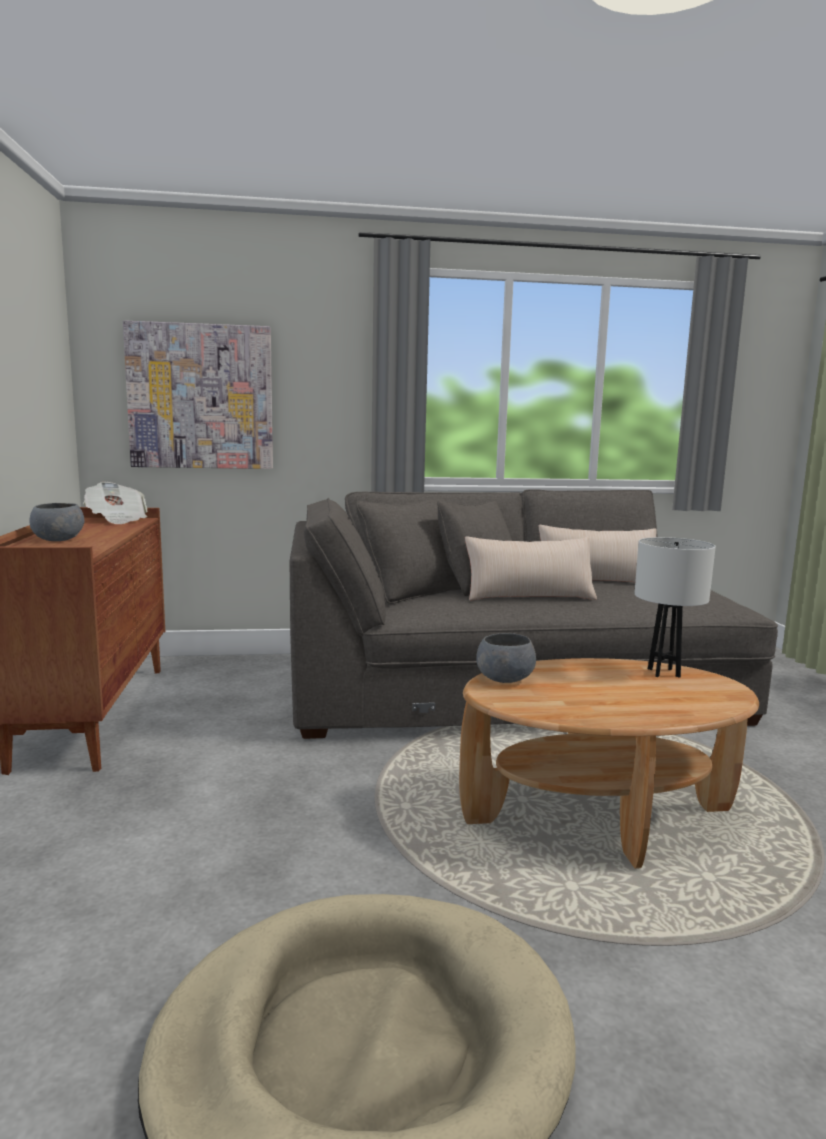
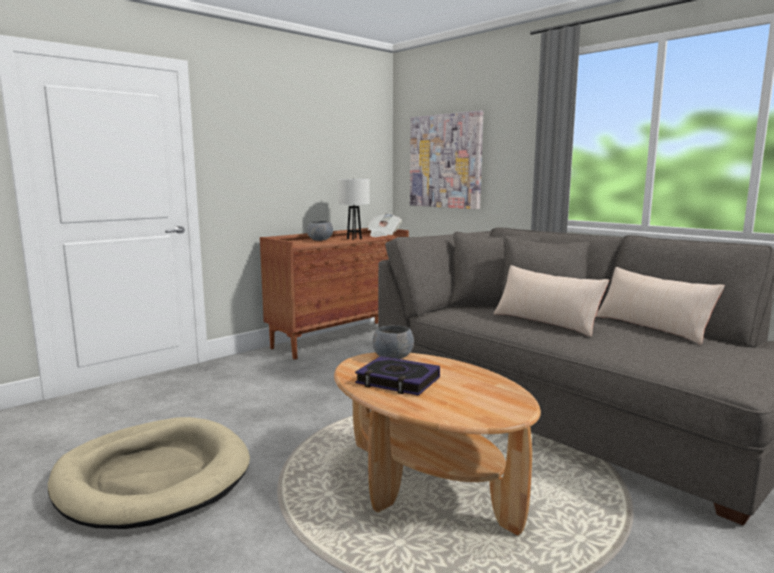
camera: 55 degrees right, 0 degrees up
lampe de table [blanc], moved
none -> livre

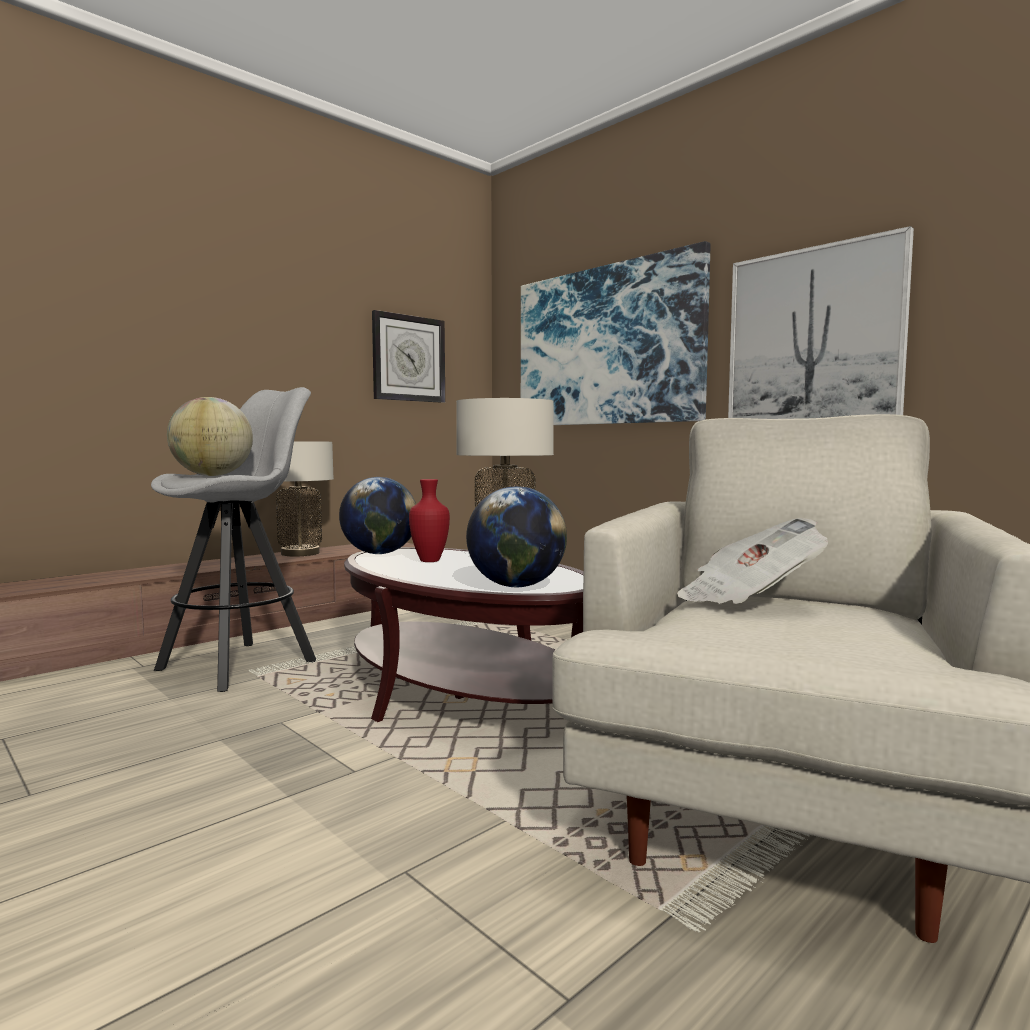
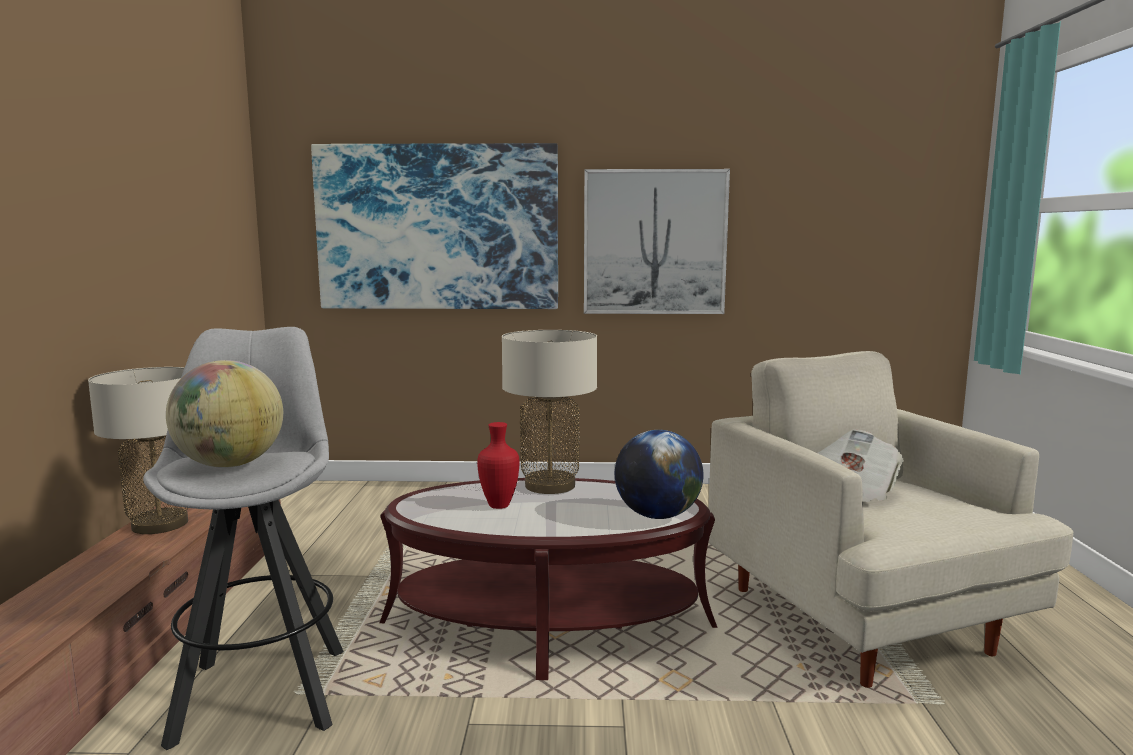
camera: 45 degrees left, 5 degrees up
globe (2nd from left) -> none
horloge murale -> none

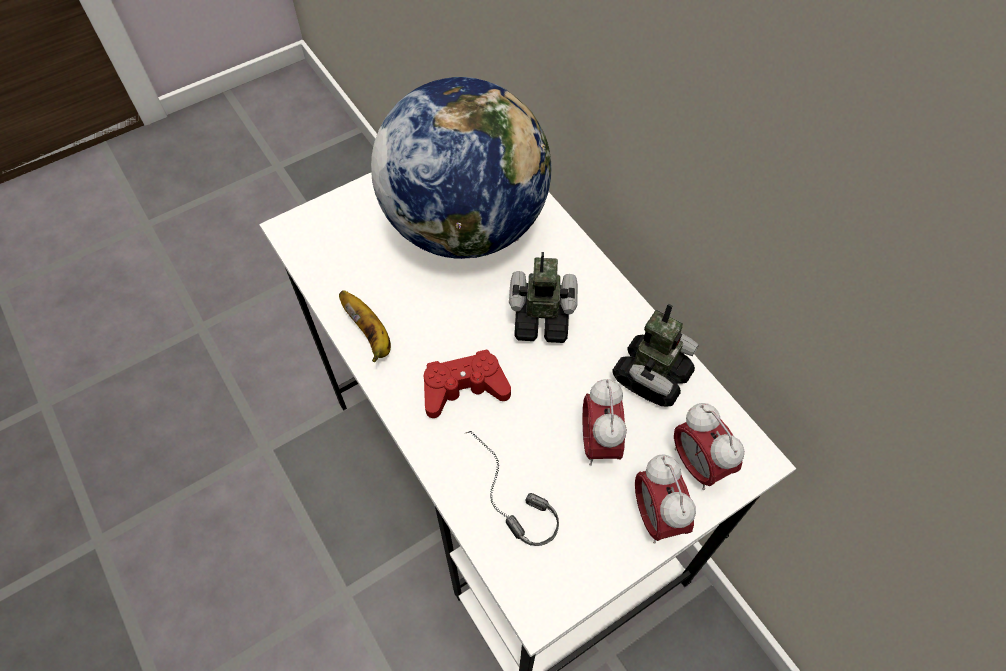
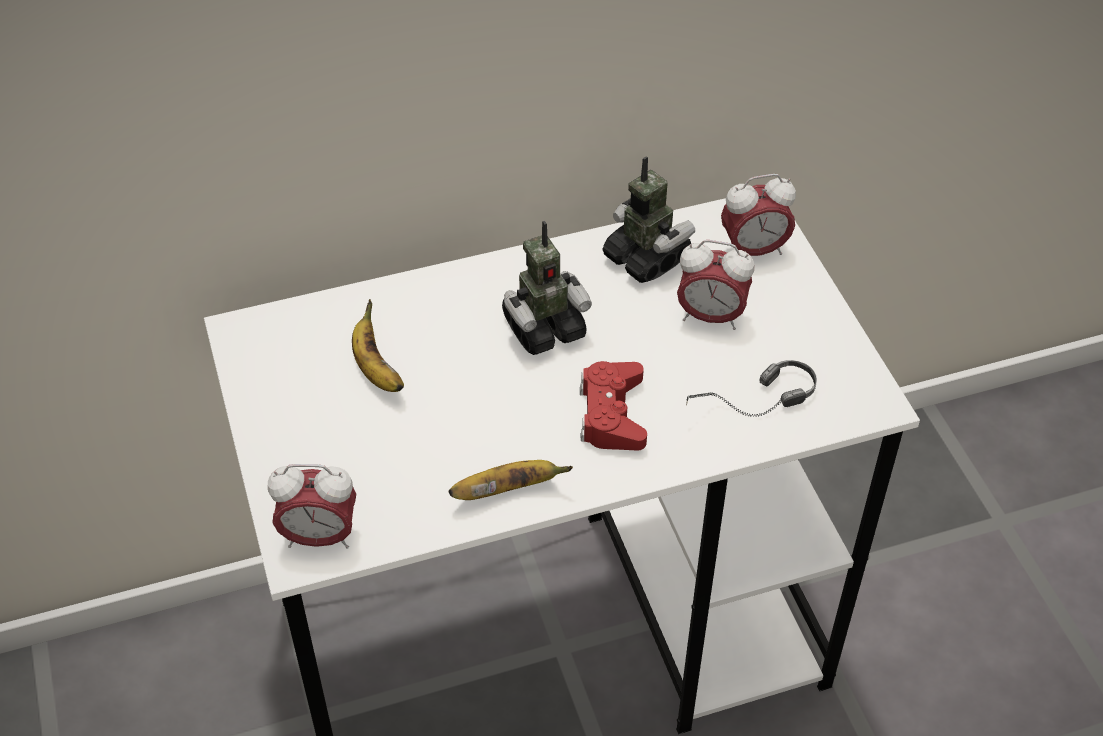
camera: 75 degrees left, 10 degrees down
réveil (2nd from left in the first image) -> réveil (1st from left), moved
globe -> banane (1st from left)
robot jouet (1st from left), 135 degrees counterclockwise

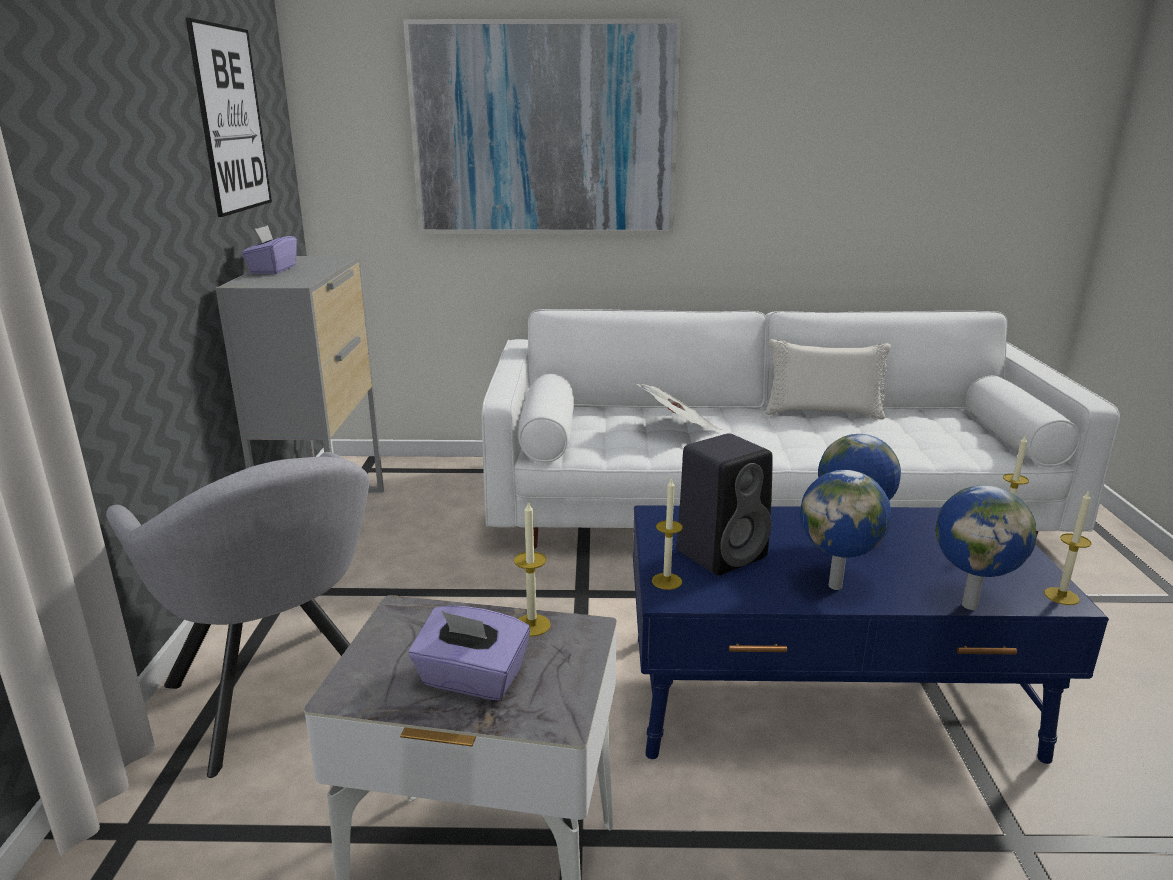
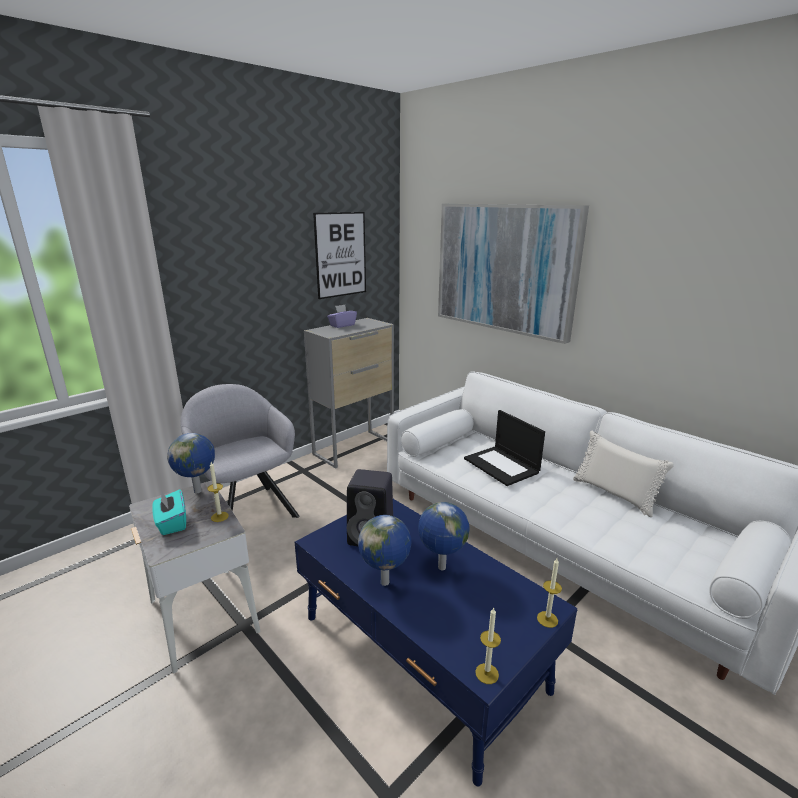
camera: 45 degrees right, 0 degrees up
boîte à mouchoirs [violet] (2nd from left) -> boîte à mouchoirs [turquoise]
globe (3rd from left in the first image) -> globe (1st from left), moved
fauteuil [gris], 135 degrees clockwise
journal -> ordinateur portable
bougie (2nd from left) -> none

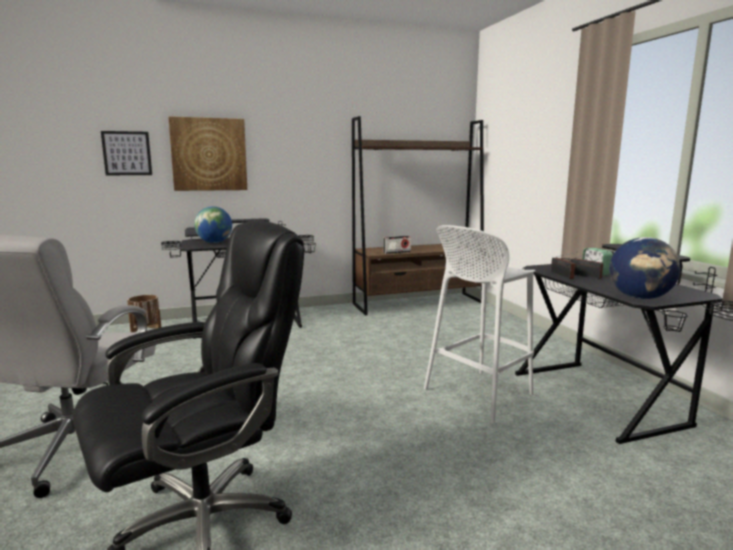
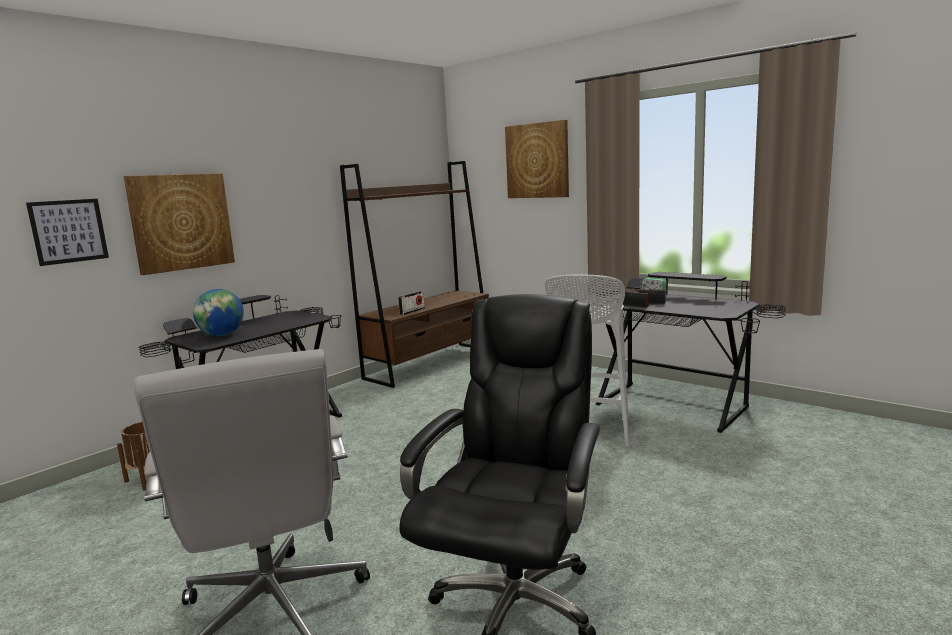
camera: 30 degrees left, 0 degrees up
none -> tableau (3rd from left)
globe (2nd from left) -> none

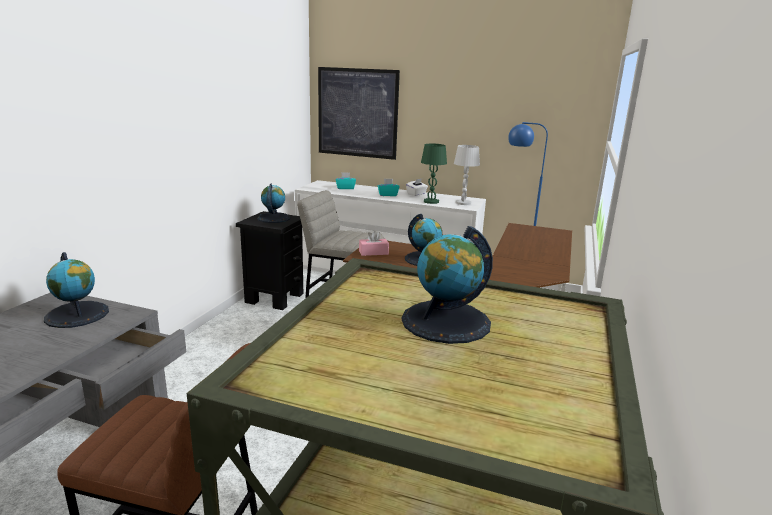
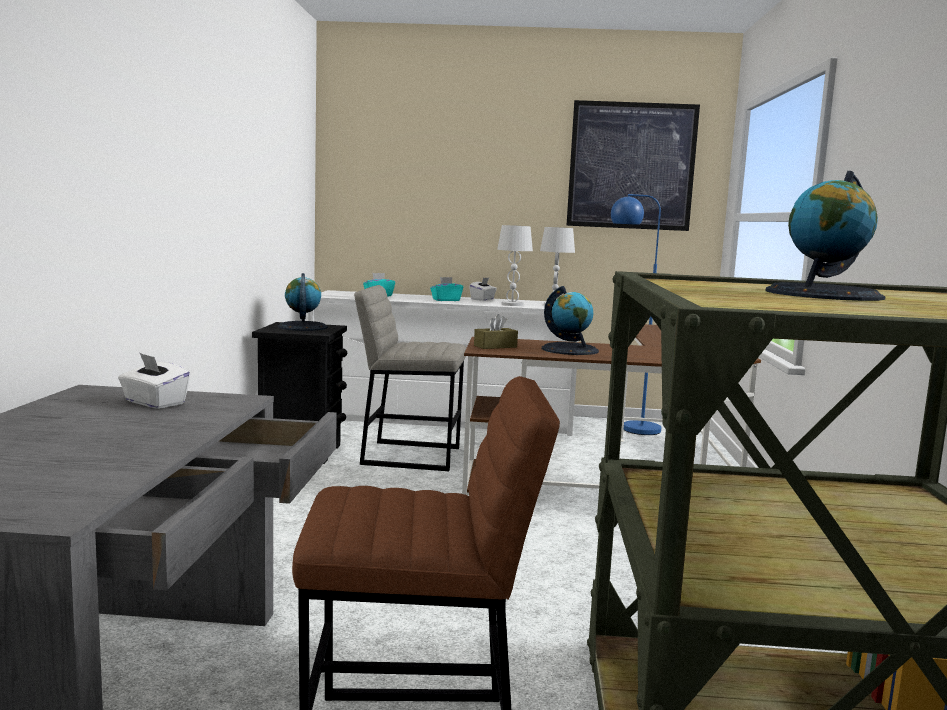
camera: 15 degrees left, 10 degrees down
globe (1st from left) -> boîte à mouchoirs [blanc] (1st from left)
boîte à mouchoirs [rose] -> boîte à mouchoirs [marron]
lampe de table [vert] -> lampe de table [blanc] (1st from left)
tableau, moved

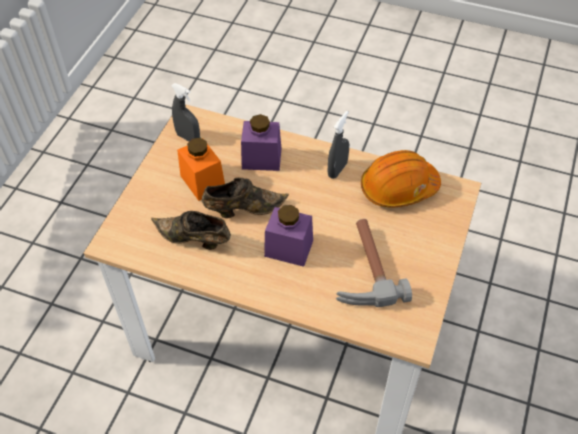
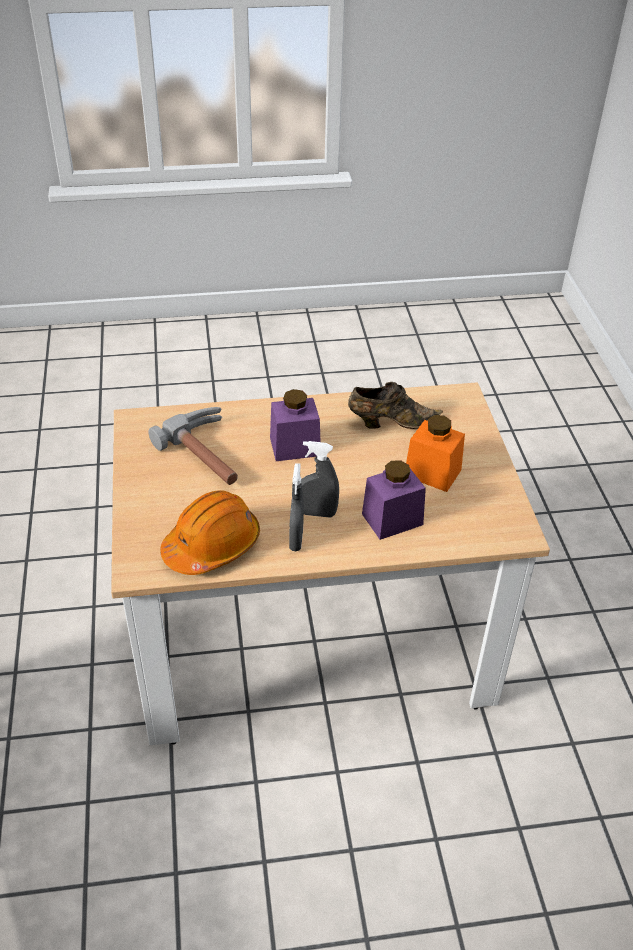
camera: 150 degrees right, 10 degrees down
vaporisateur [gris] (1st from left in the first image) -> vaporisateur [gris] (2nd from left), moved
chaussure [marron] (2nd from left) -> none

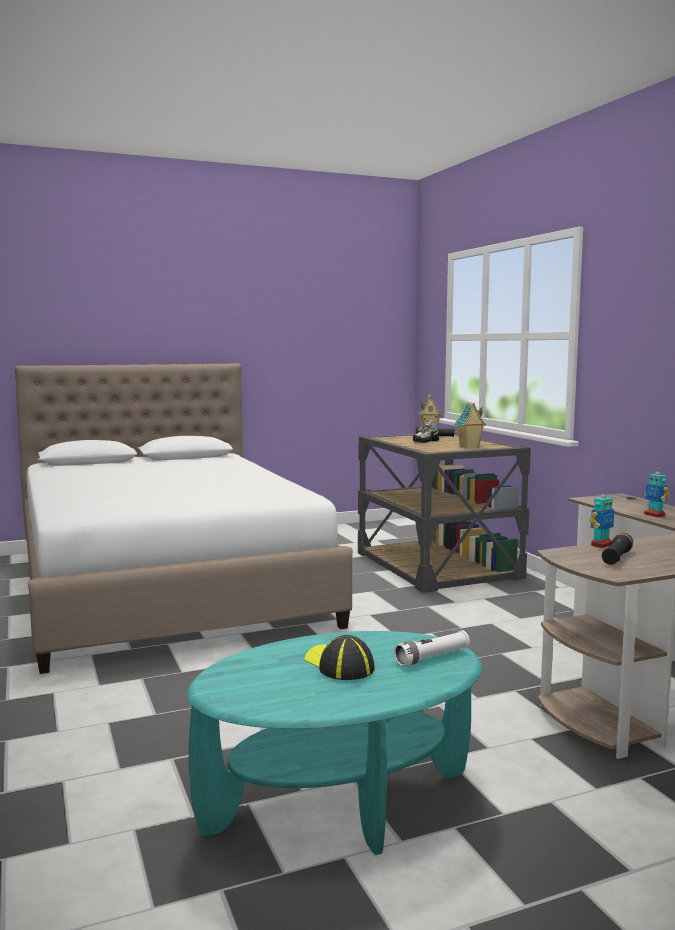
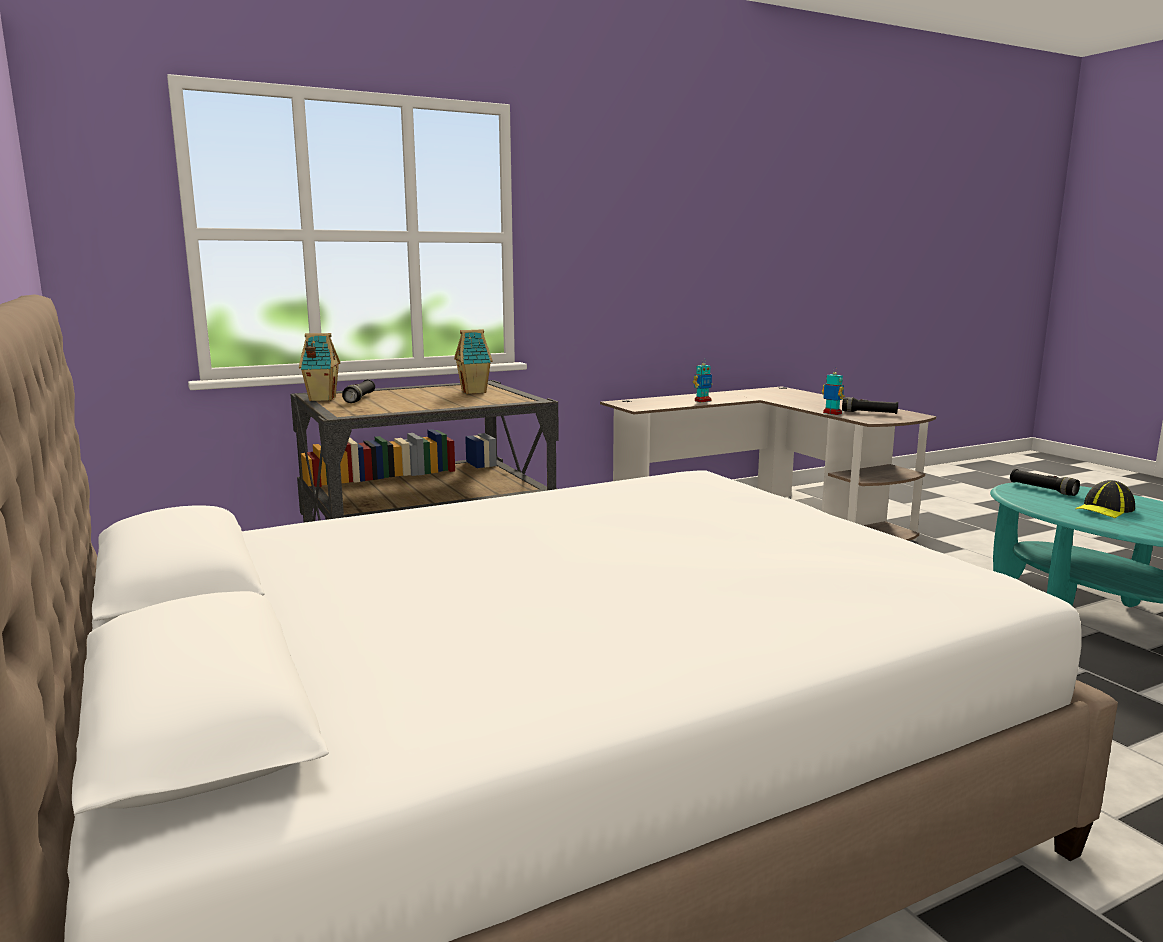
camera: 95 degrees left, 5 degrees up
lampe de poche [blanc] -> lampe de poche [noir] (3rd from left)
chaussure -> none

